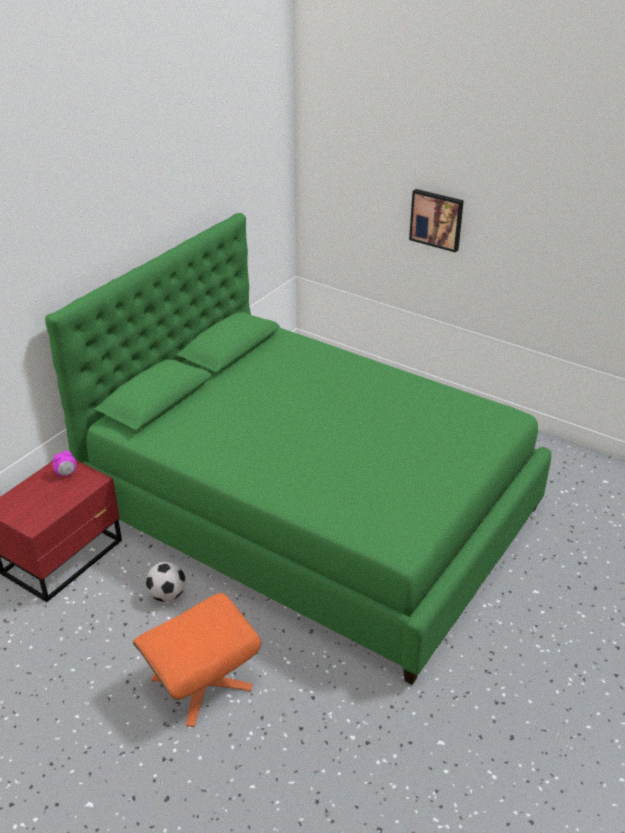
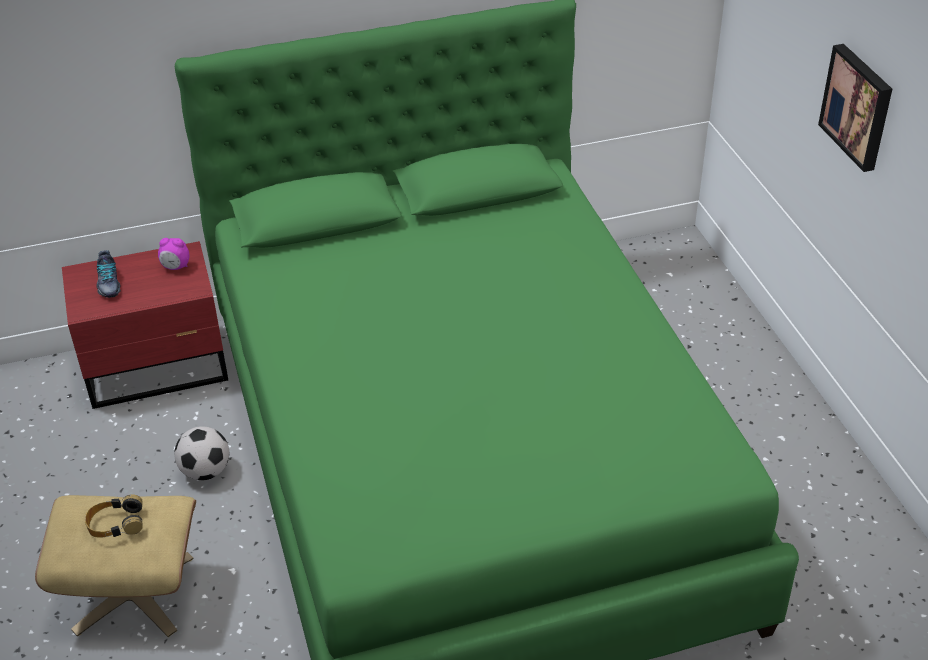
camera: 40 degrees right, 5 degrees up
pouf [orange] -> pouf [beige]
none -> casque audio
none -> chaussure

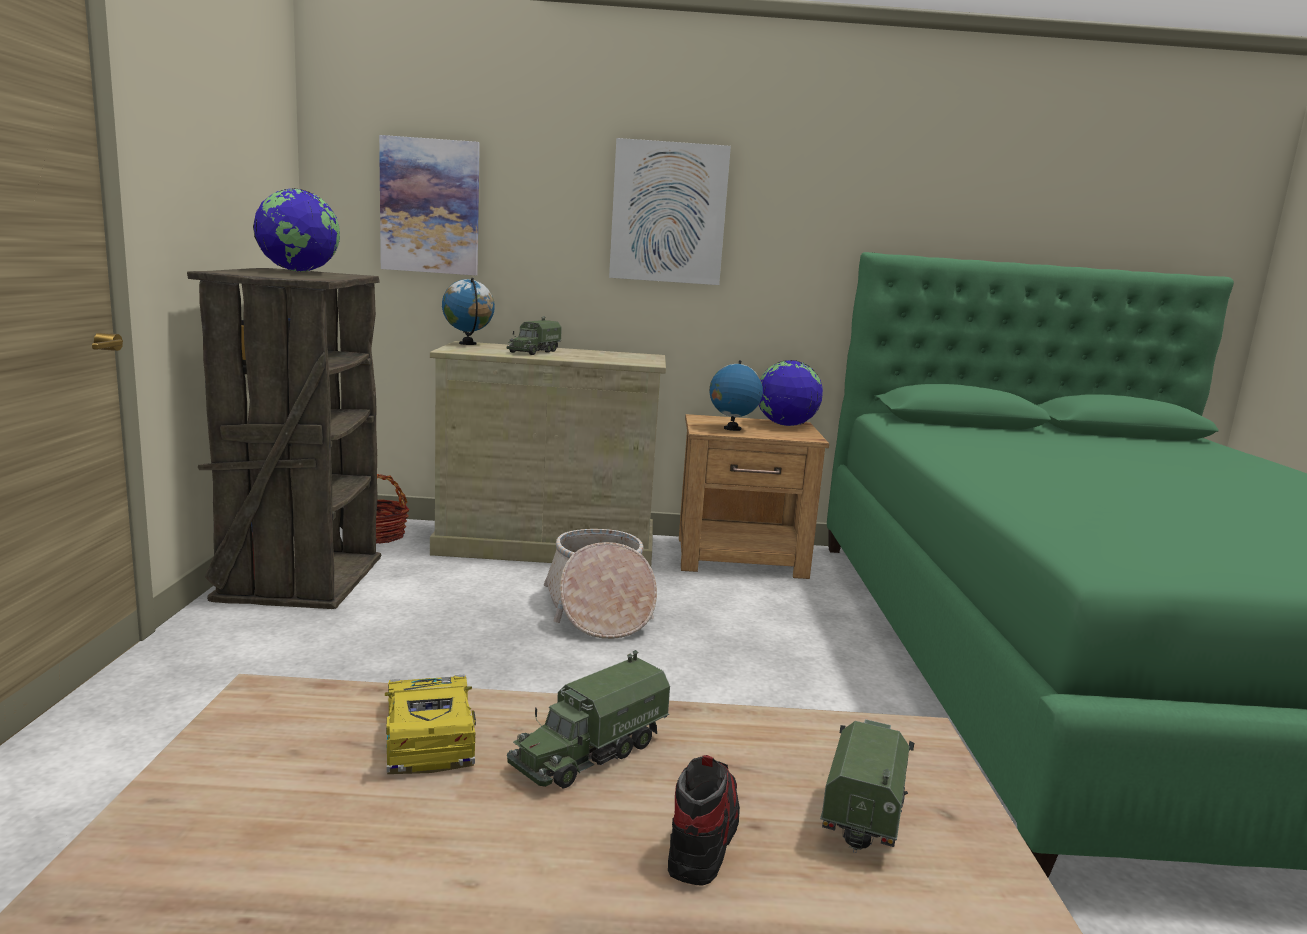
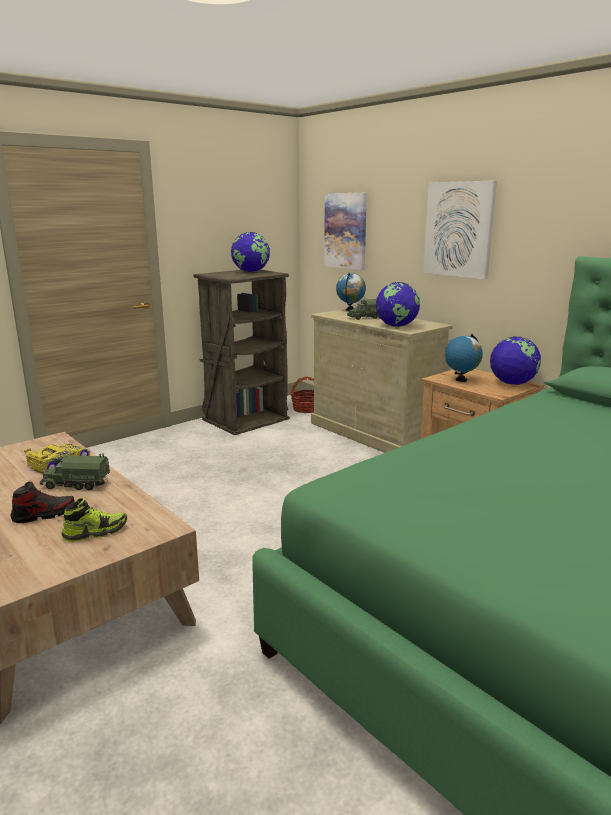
camera: 50 degrees right, 5 degrees up
camion jouet (3rd from left) -> chaussure (2nd from left)
none -> globe (3rd from left)
panier (2nd from left) -> none

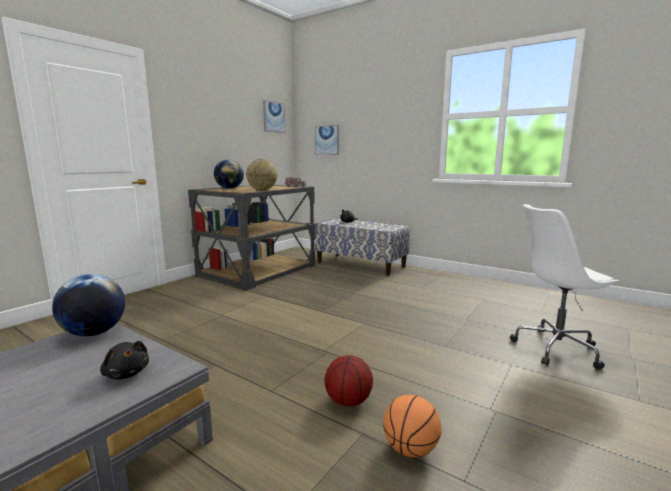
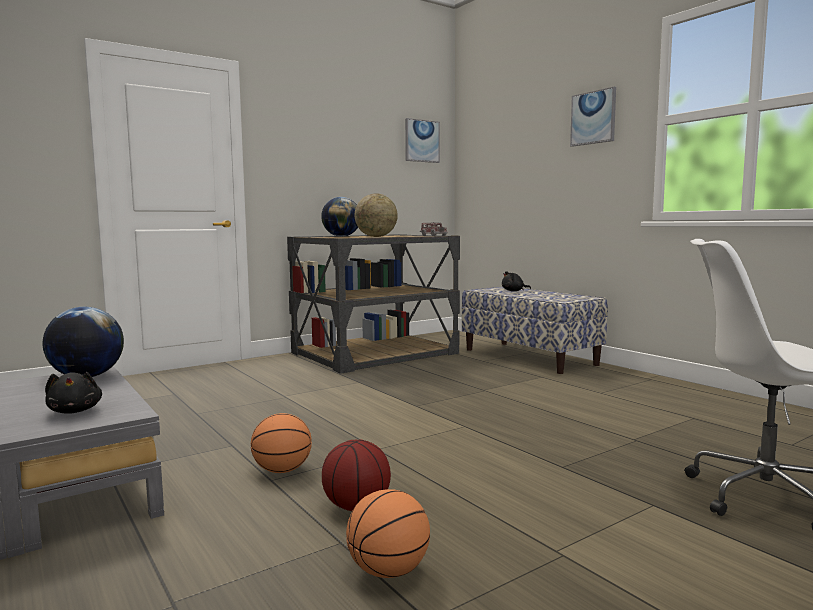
camera: 20 degrees right, 5 degrees down
none -> ballon de basket (1st from left)
tableau (2nd from left), moved

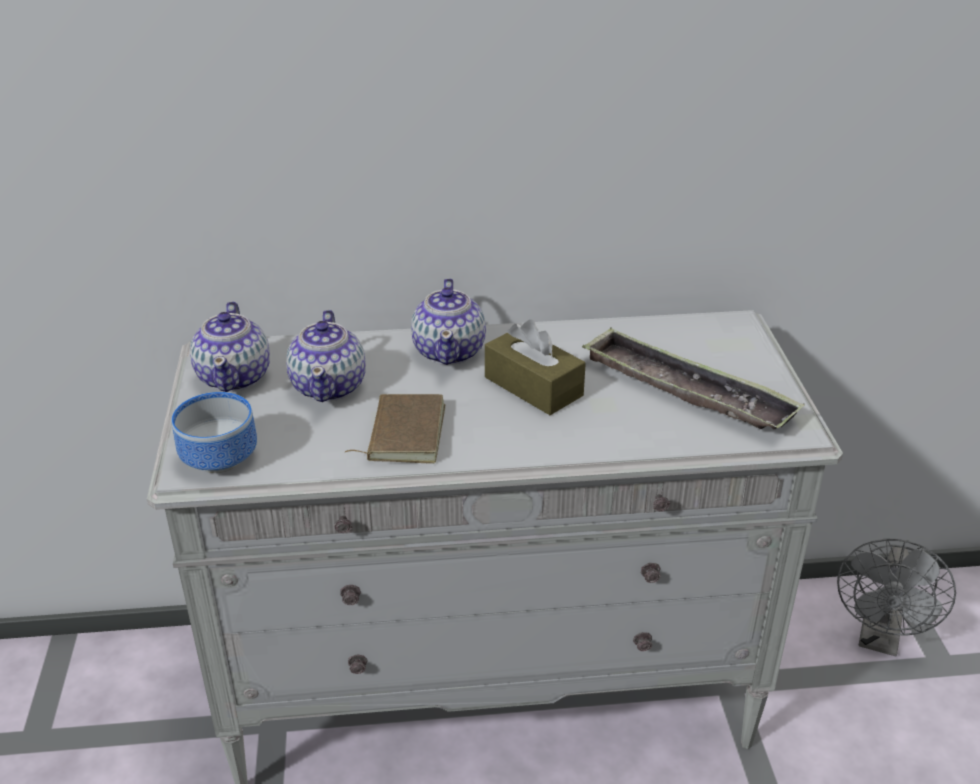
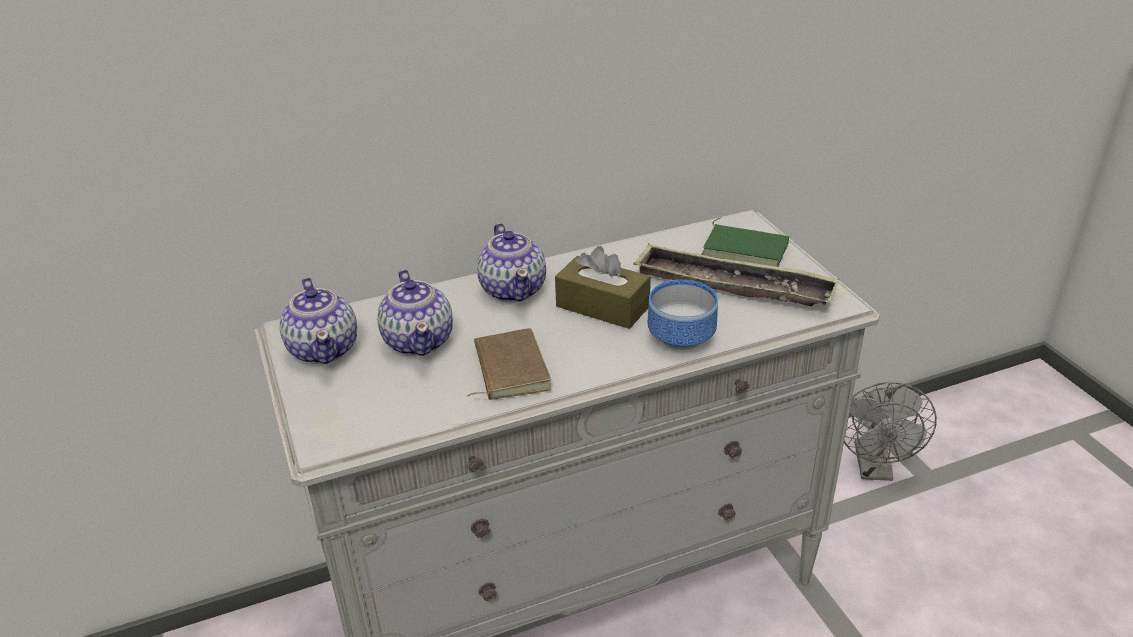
camera: 15 degrees left, 0 degrees up
bol, moved
none -> livre [vert]

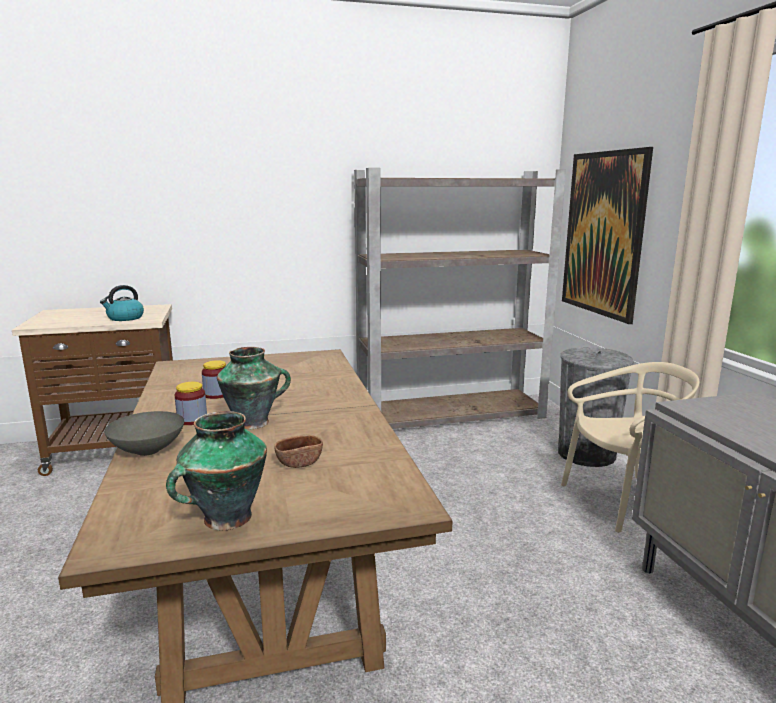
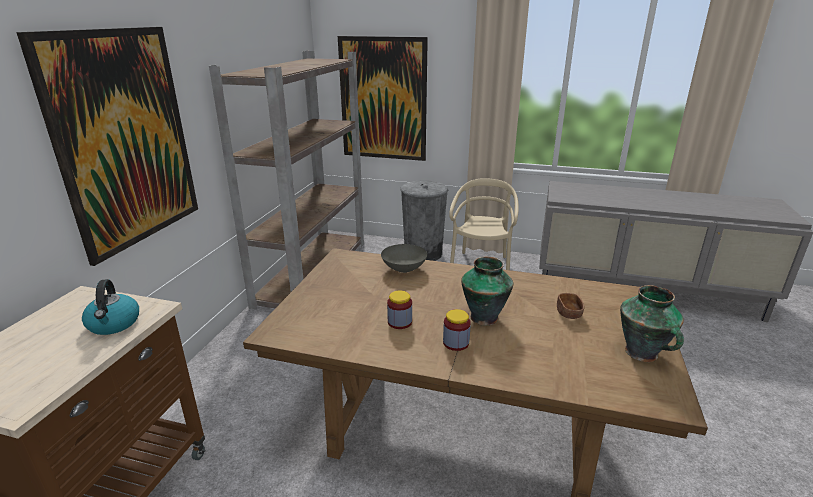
camera: 60 degrees left, 10 degrees up
none -> tableau (1st from left)
bol [gris], moved

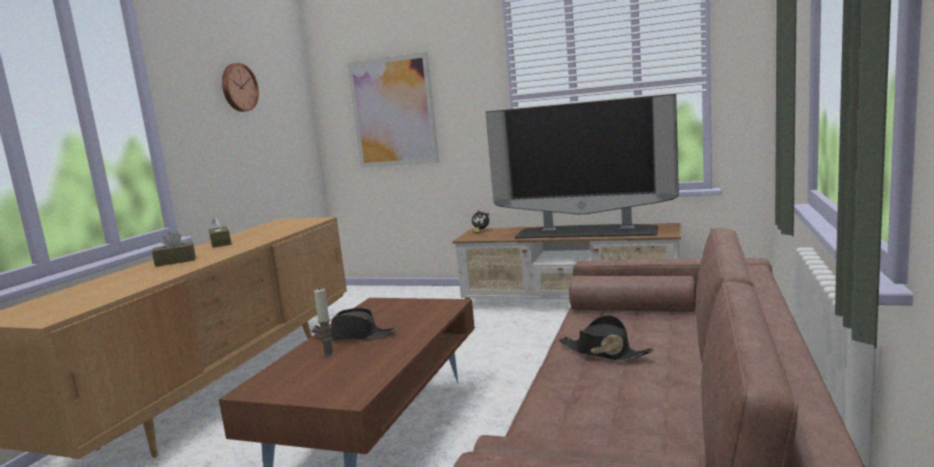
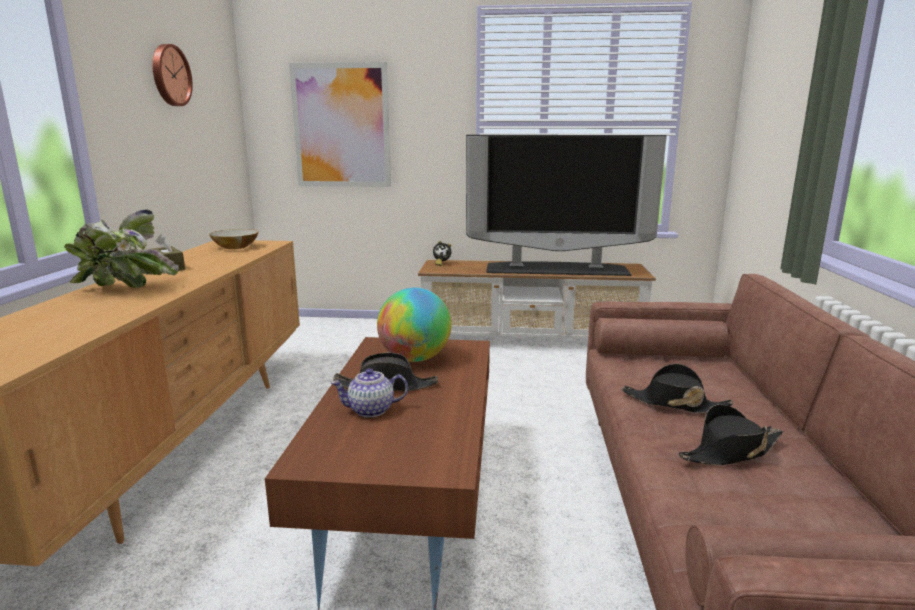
camera: 15 degrees left, 5 degrees up
boîte à mouchoirs [marron] (1st from left) -> plante en pot
none -> bol
bougie -> théière
none -> globe
none -> chapeau [noir] (3rd from left)

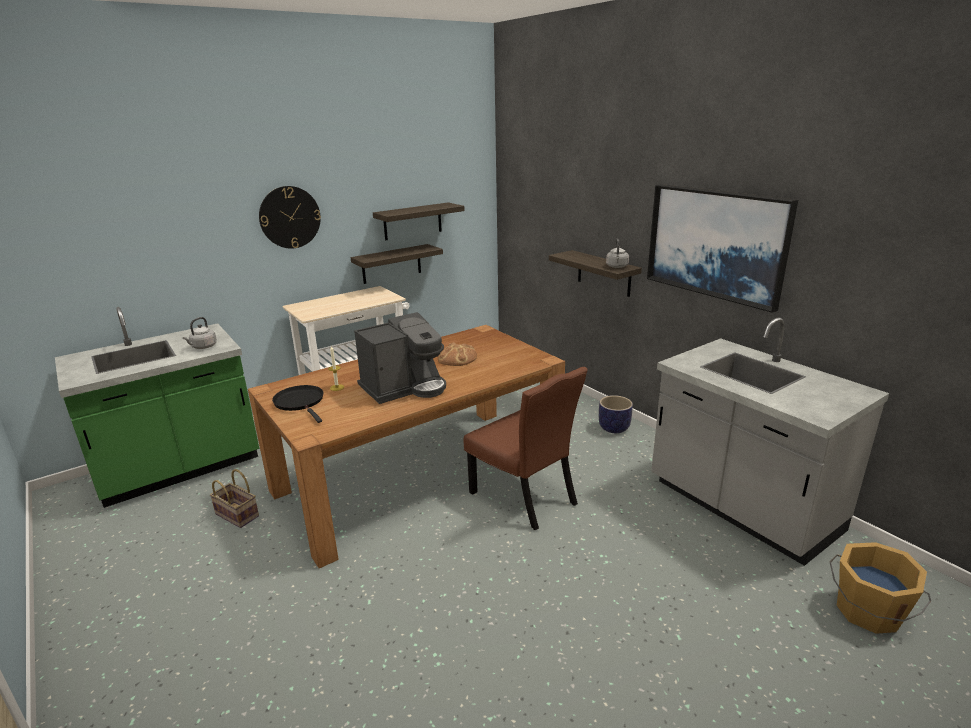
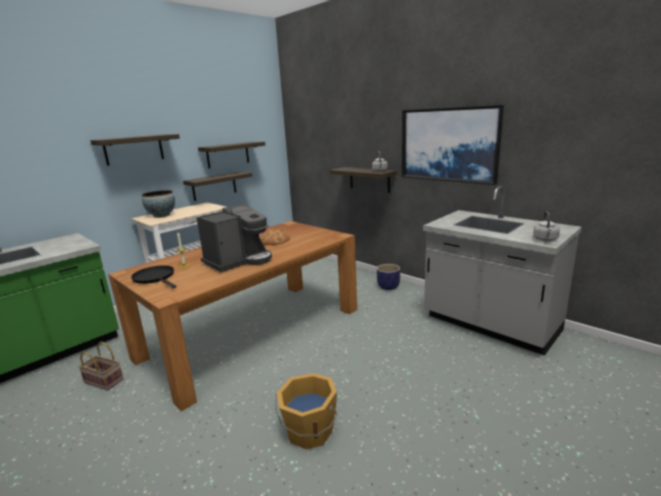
camera: 10 degrees left, 5 degrees down
horloge murale -> étagère (1st from left)
none -> bol
seau [orange], moved
bouilloire [gris] (1st from left in the first image) -> bouilloire [gris] (2nd from left), moved
chaise [marron] -> none

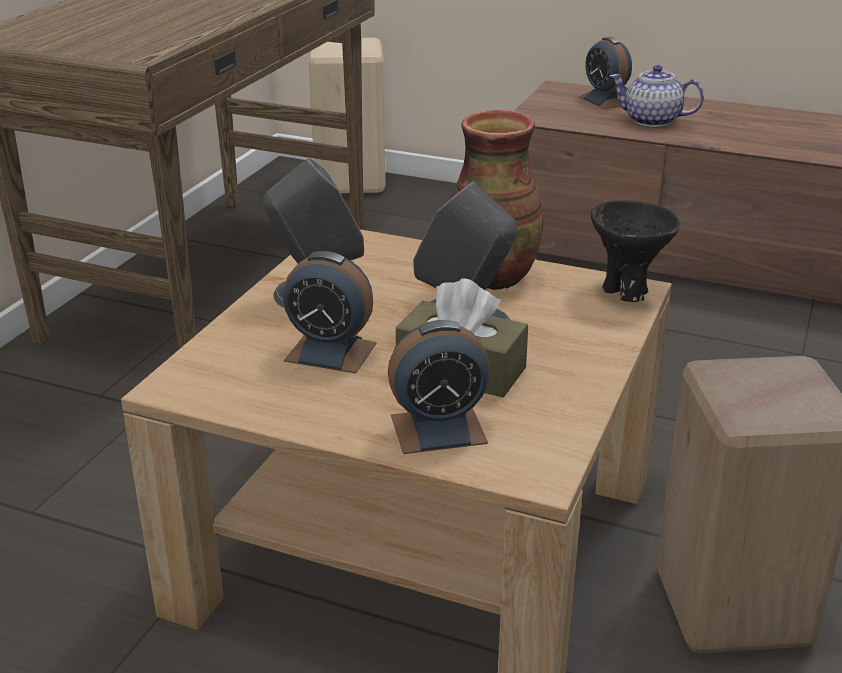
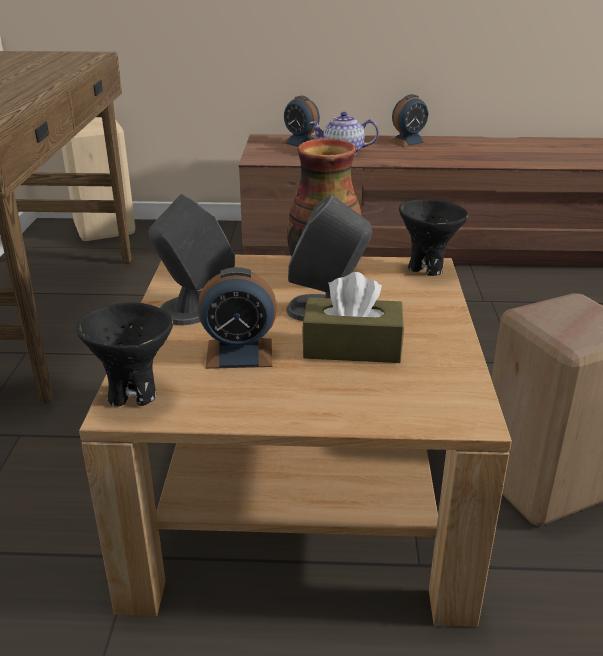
camera: 20 degrees left, 0 degrees up
none -> bol [noir] (1st from left)
réveil (2nd from left in the first image) -> réveil (3rd from left), moved

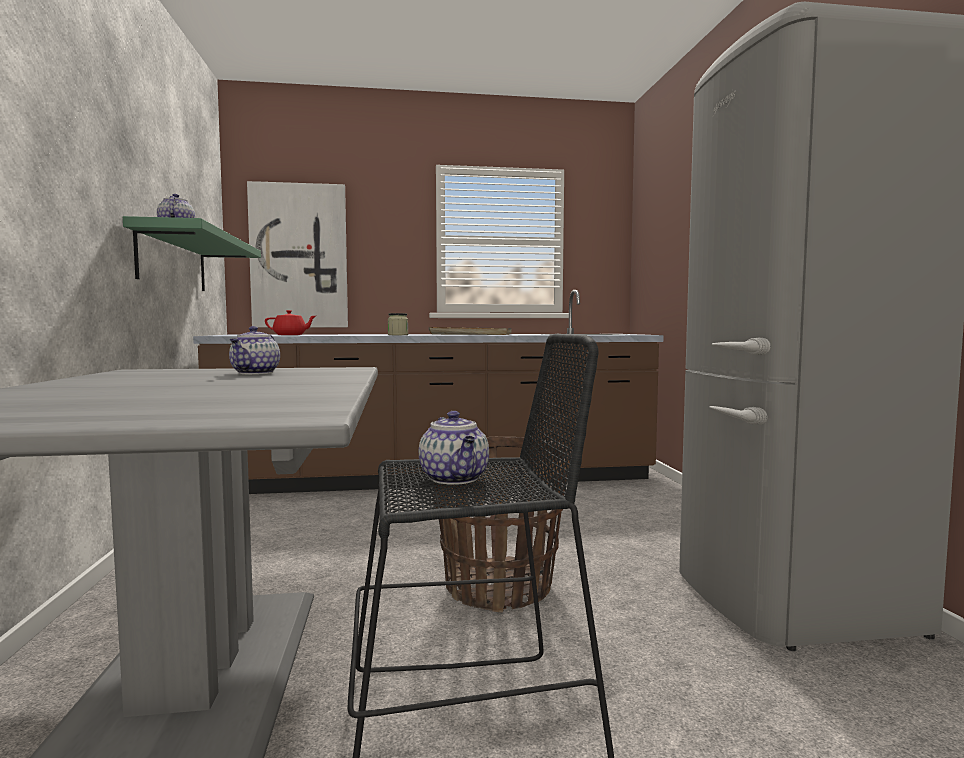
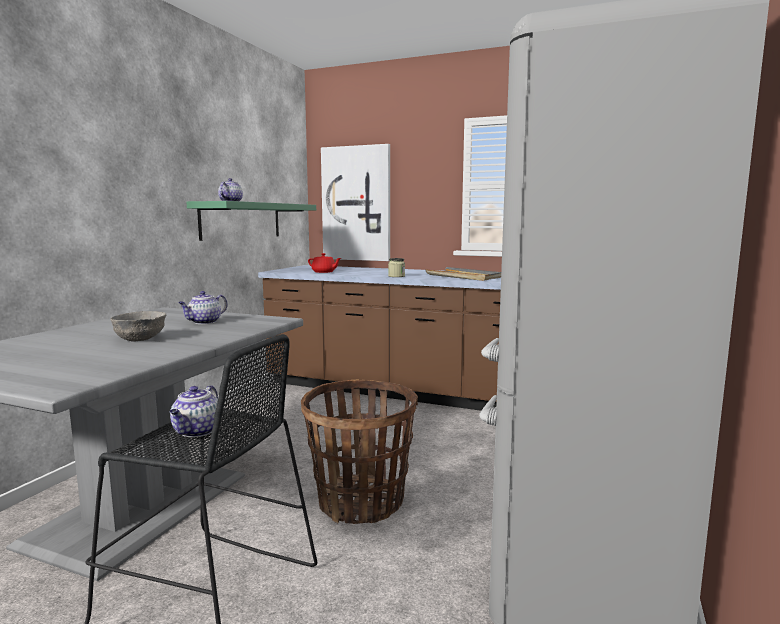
camera: 30 degrees right, 5 degrees up
none -> bol [gris]

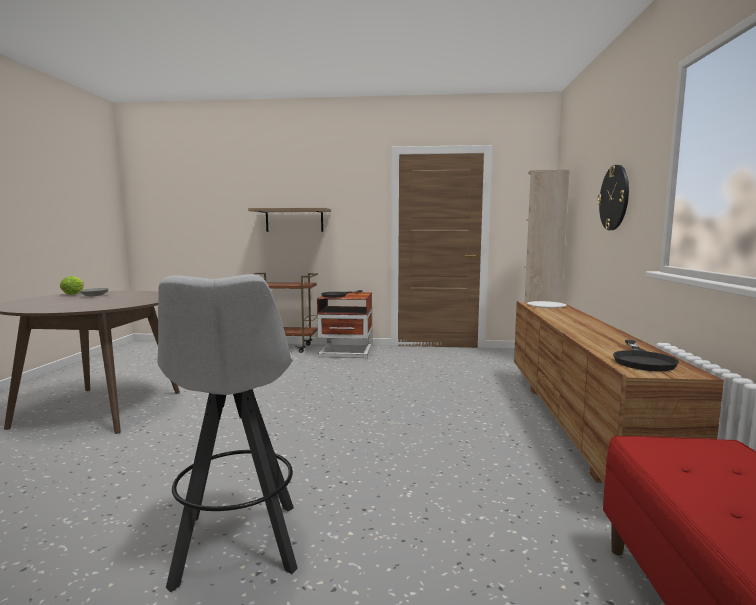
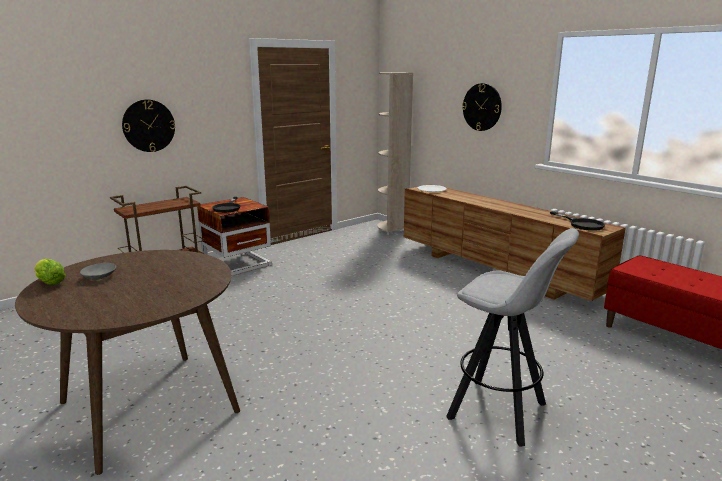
camera: 45 degrees left, 10 degrees up
étagère -> horloge murale (1st from left)

